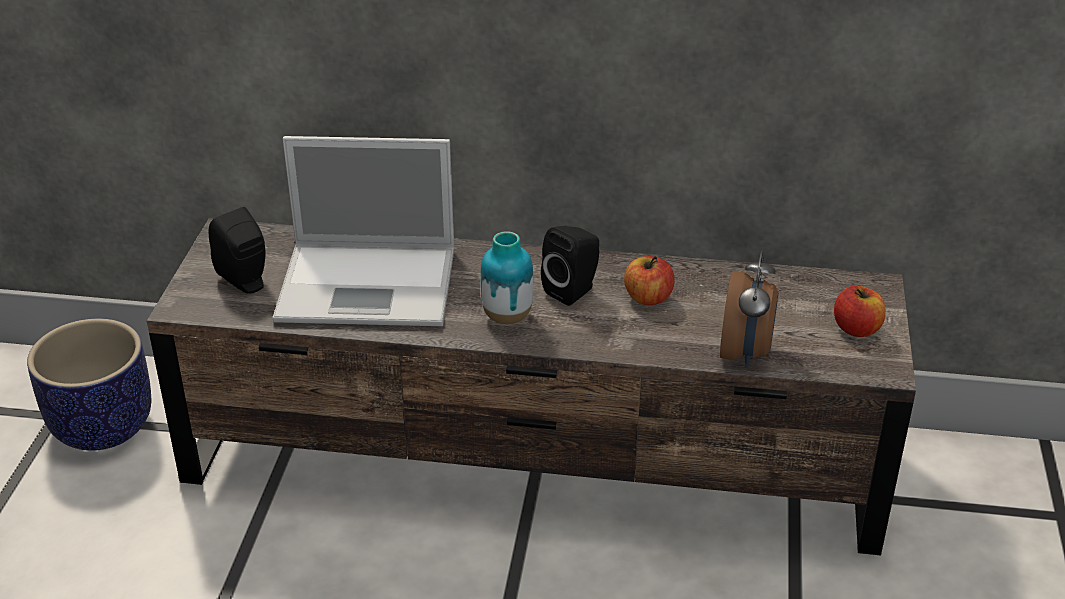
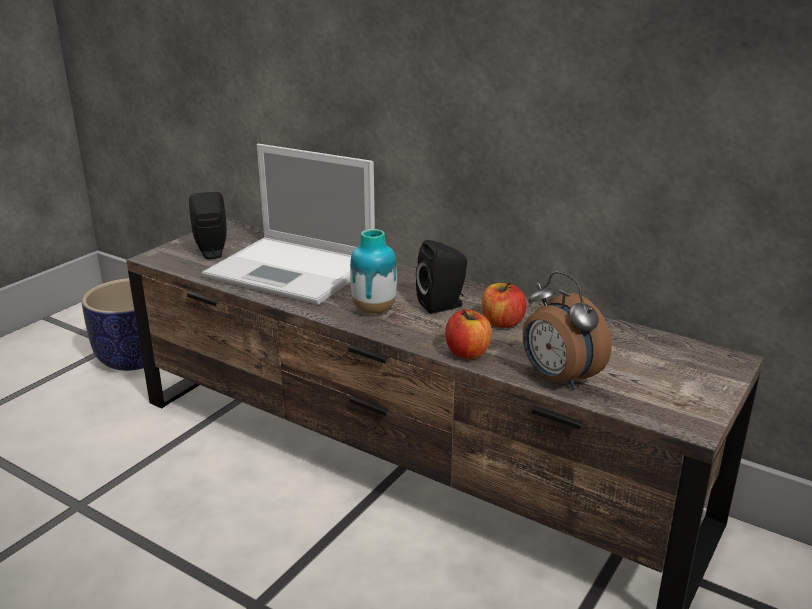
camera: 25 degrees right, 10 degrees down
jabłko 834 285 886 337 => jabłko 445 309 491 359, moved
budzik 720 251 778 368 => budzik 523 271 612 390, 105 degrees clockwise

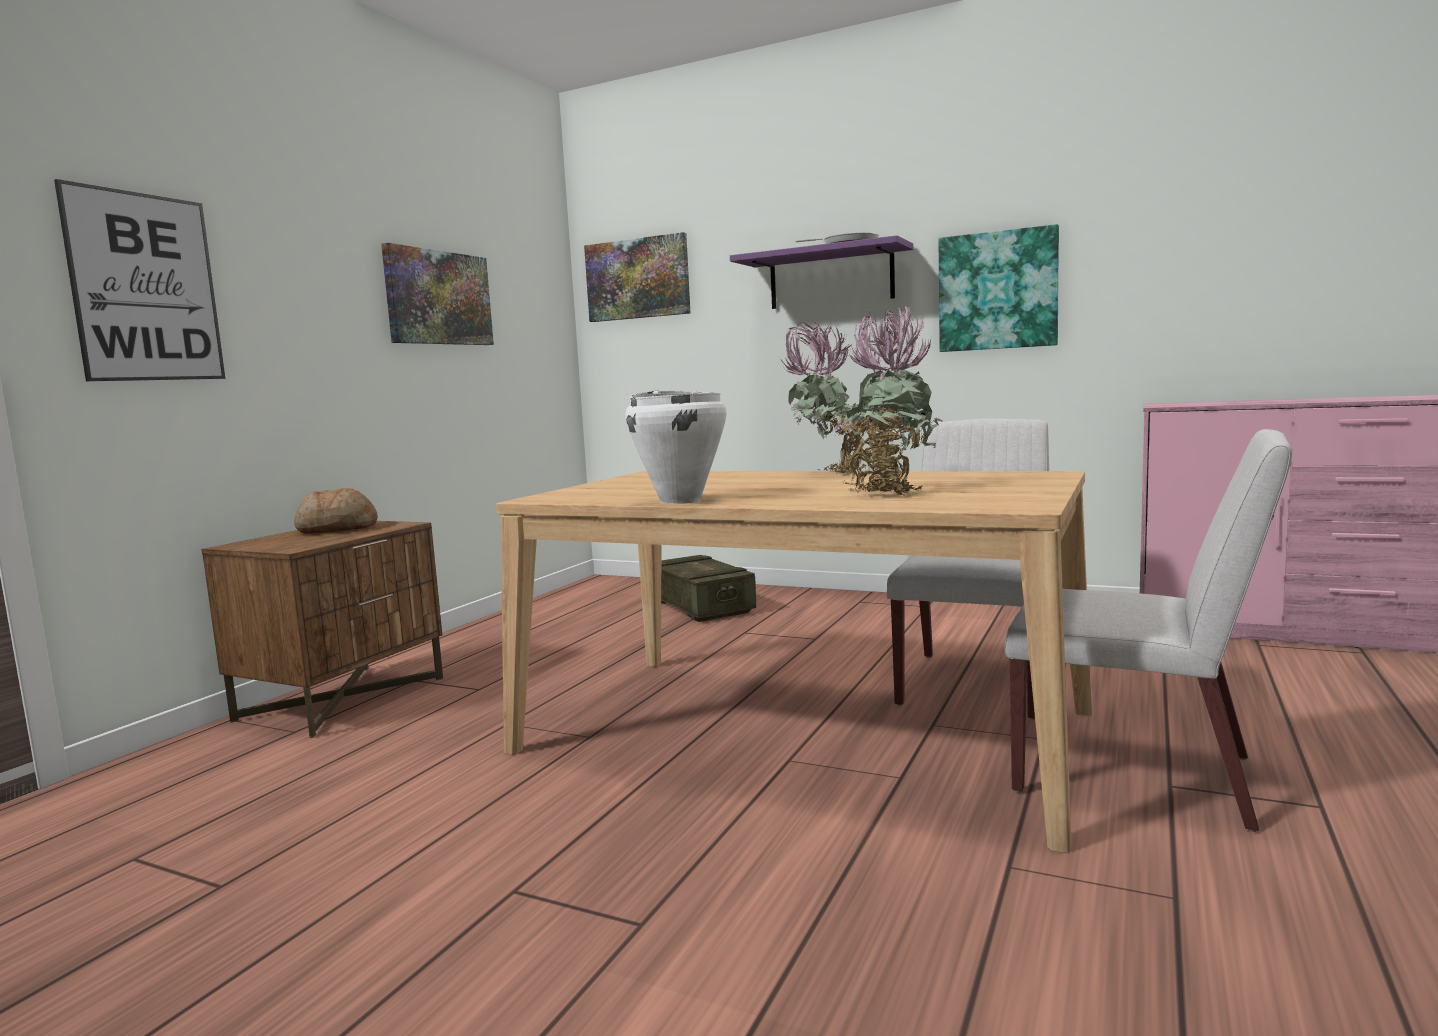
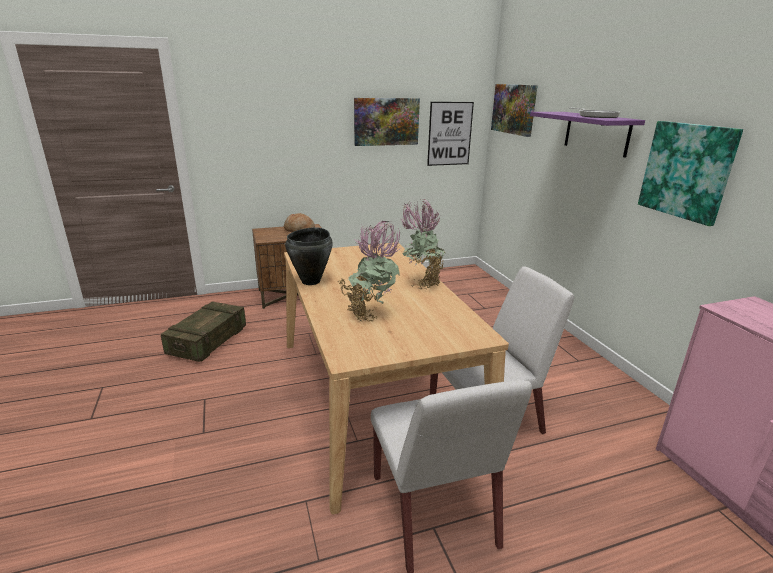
camera: 45 degrees right, 15 degrees up
obraz 54 179 225 381 => obraz 427 102 474 166, moved
skrzynka 661 555 756 622 => skrzynka 161 301 246 362, moved
garnek (biały) 625 390 726 504 => garnek (czarny) 285 227 333 285

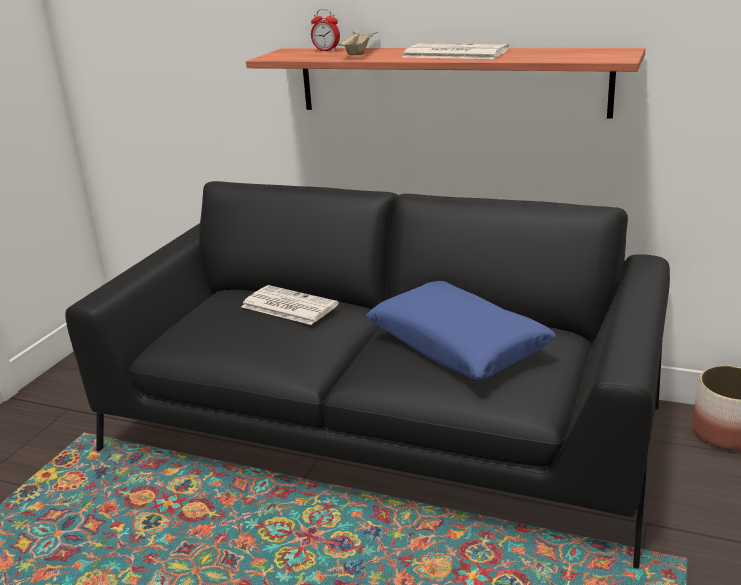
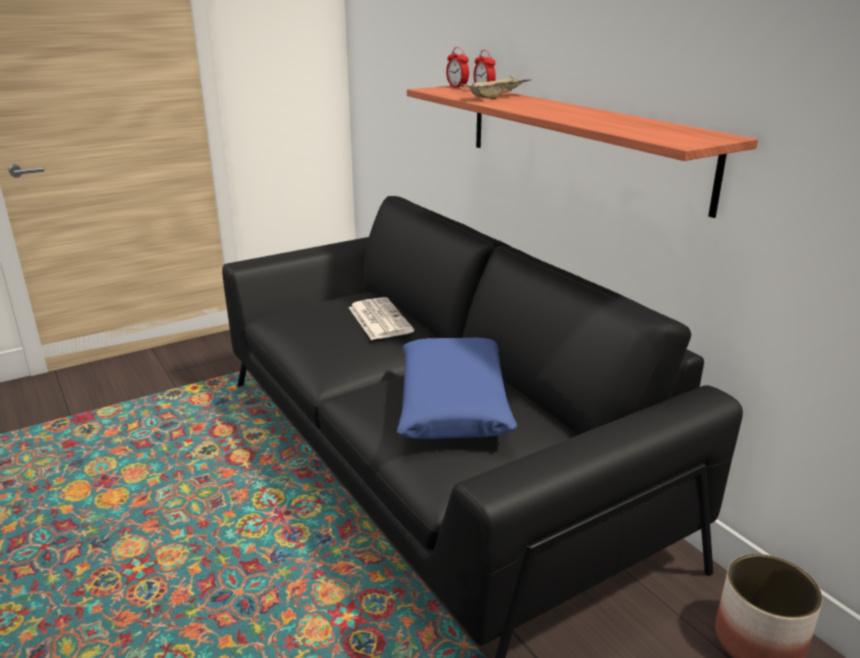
camera: 35 degrees right, 0 degrees up
gazeta 403 43 509 59 => nothing
nothing => budzik 446 47 469 89

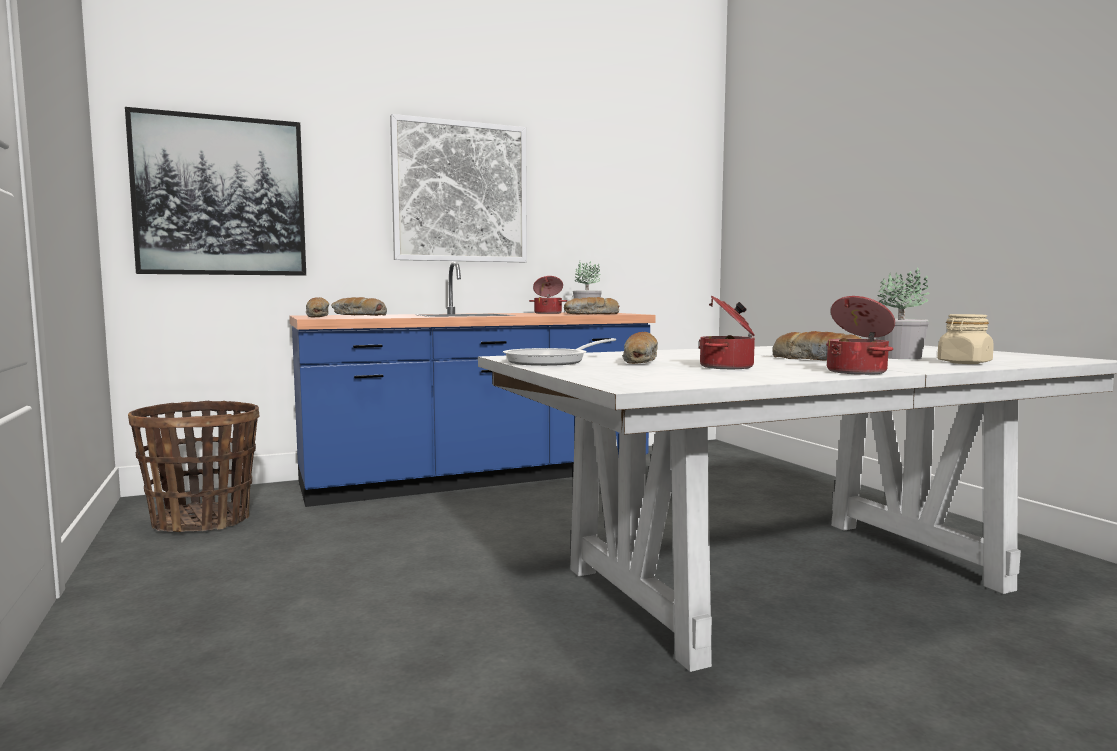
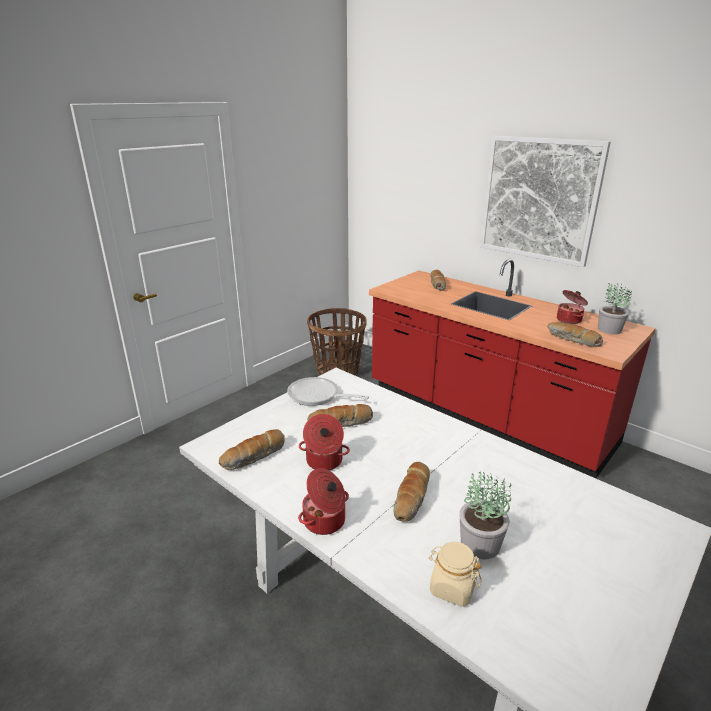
camera: 65 degrees right, 20 degrees up
obraz 125 107 306 276 => nothing
chleb 306 297 329 317 => chleb 219 429 285 470, moved
zabudowa kuchenna (niebieski) 289 261 656 507 => zabudowa kuchenna (czerwony) 369 259 656 478

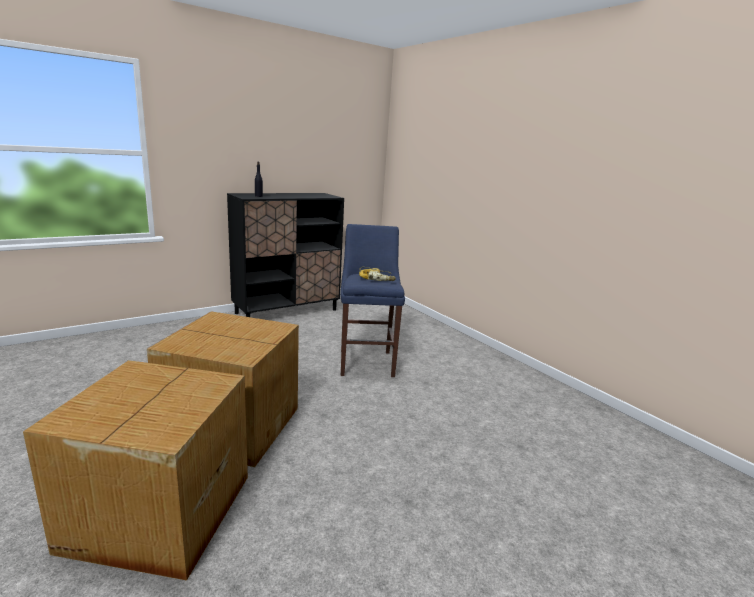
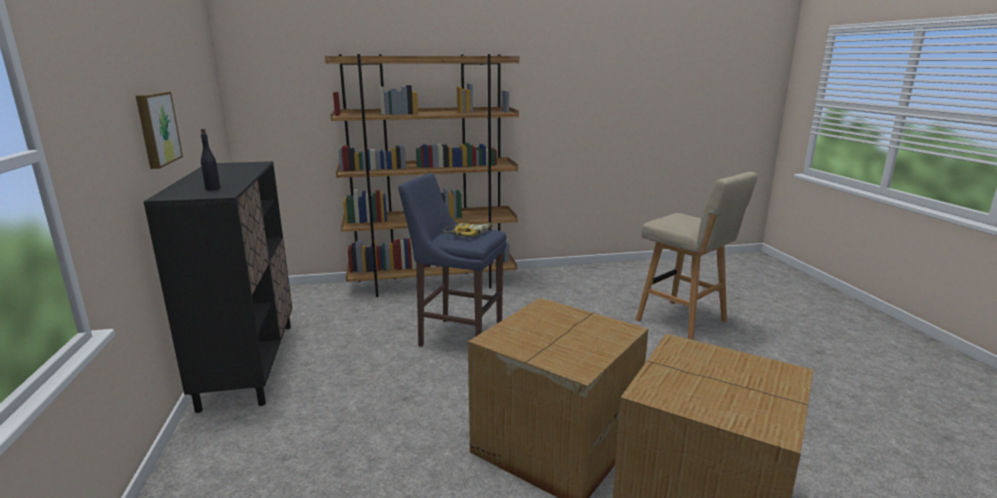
camera: 65 degrees left, 0 degrees up
nothing => obraz 136 92 183 169
nothing => regał (brązowy) 325 54 519 297
nothing => stołek (beżowy) 636 172 757 340

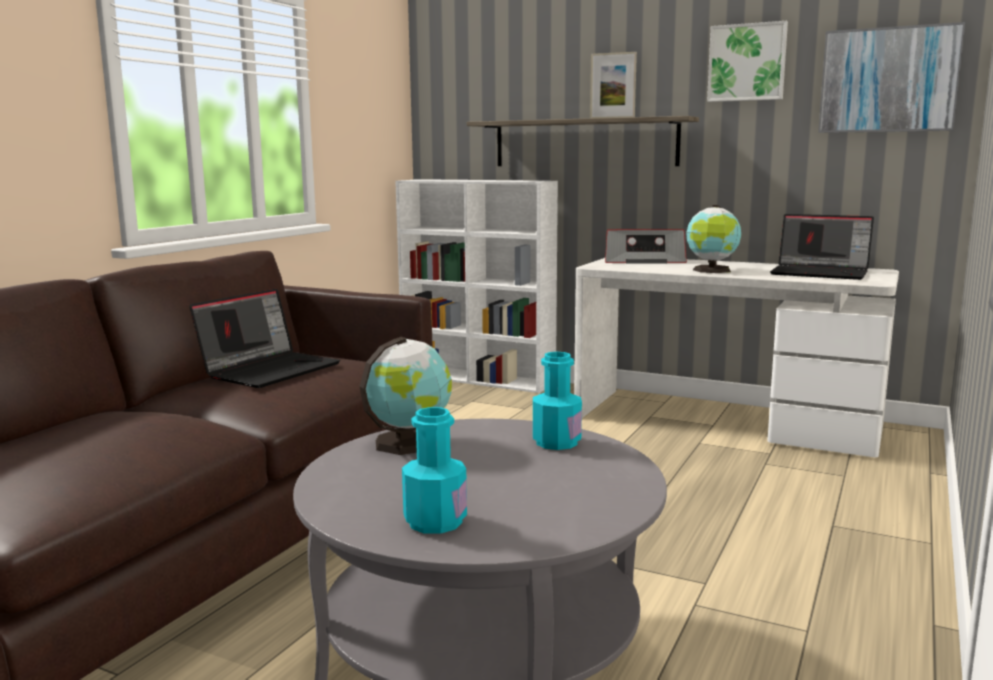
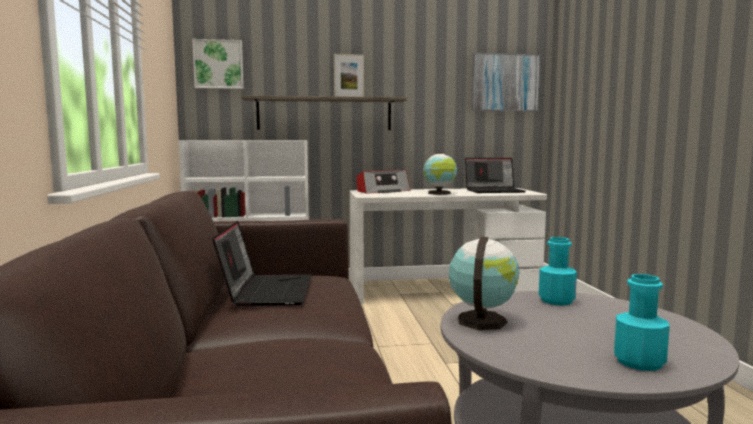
camera: 35 degrees left, 5 degrees down
obraz 707 21 788 102 => obraz 192 39 244 89, moved

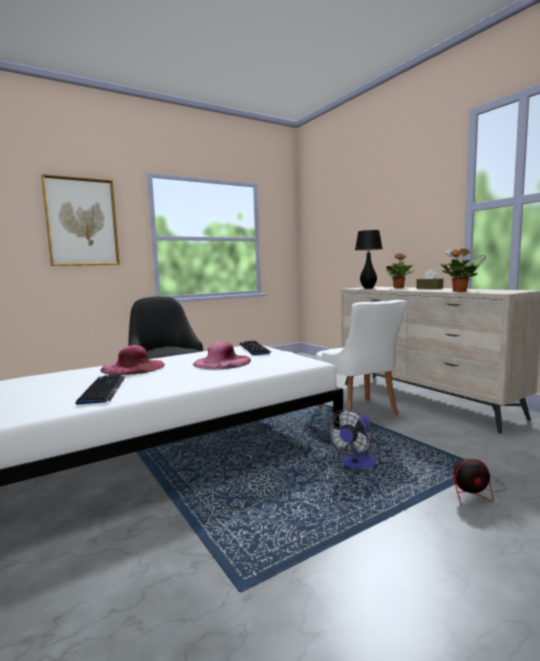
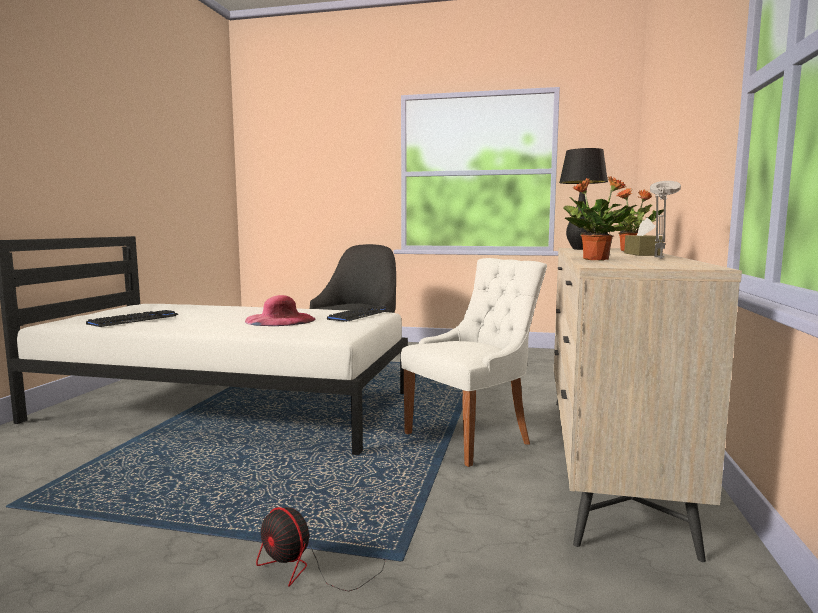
camera: 45 degrees right, 0 degrees up
obraz 41 174 120 266 => nothing
kapelusz (różowy) 100 345 165 375 => nothing
wentylator 328 409 375 469 => nothing
krzesło (biały) 315 300 407 415 => krzesło (biały) 401 258 547 467, 150 degrees counterclockwise

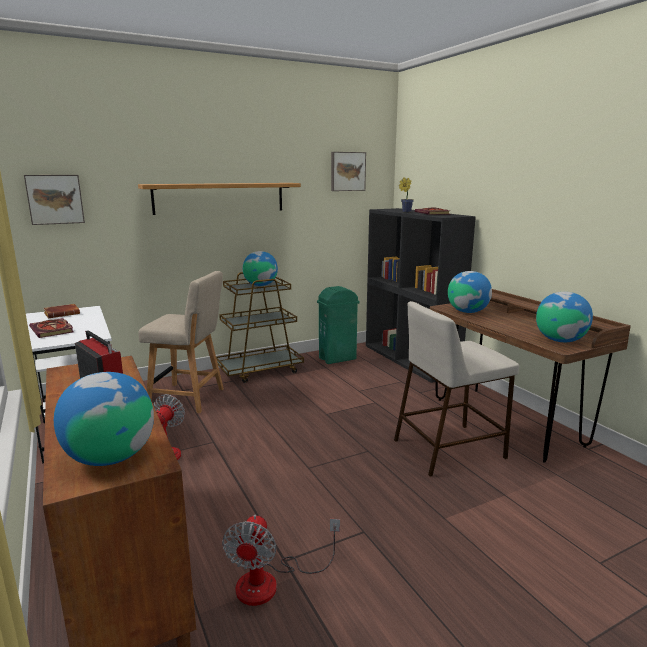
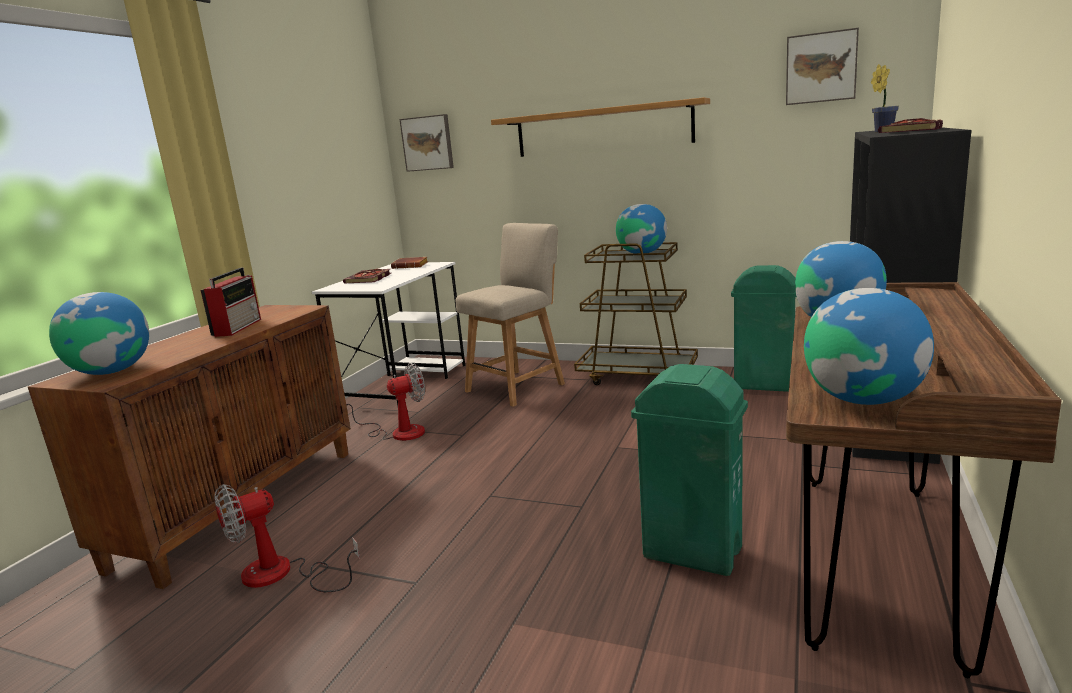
camera: 50 degrees right, 0 degrees up
stołek (beżowy) 394 301 519 477 => kosz na śmieci (zielony) 631 364 748 576
krzesło (beżowy) 138 271 224 413 => krzesło (beżowy) 456 223 565 407, 105 degrees counterclockwise

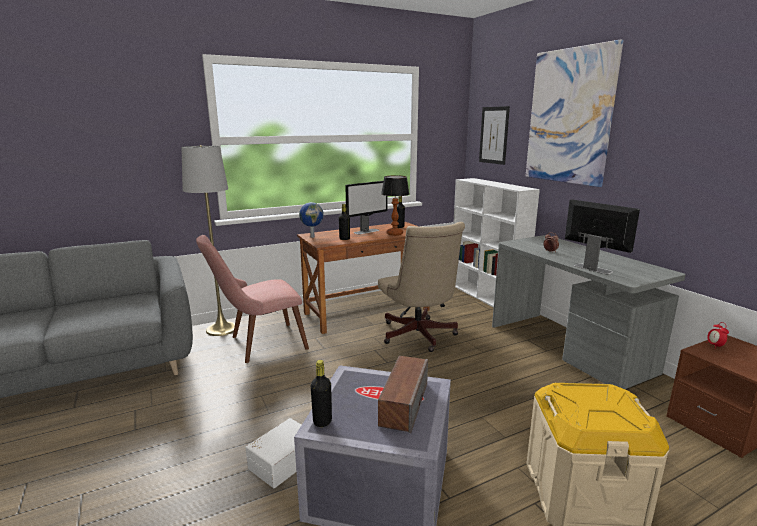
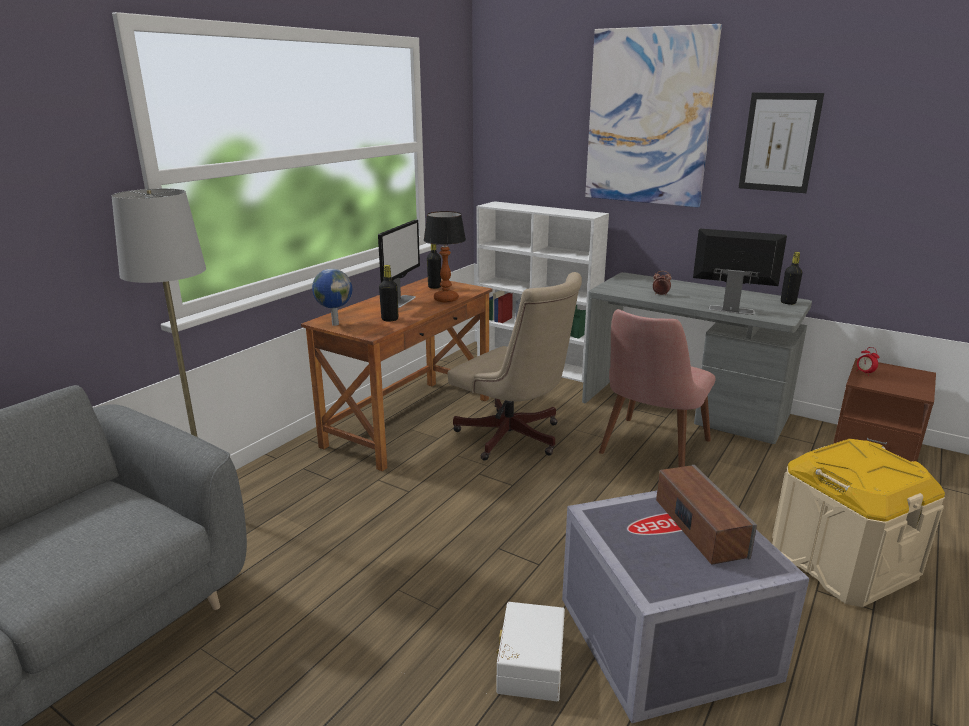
camera: 30 degrees left, 5 degrees up
krzesło (różowy) 196 235 309 363 => krzesło (różowy) 599 309 716 467, moved
butelka (czarny) 311 360 332 427 => butelka (czarny) 781 252 802 305, moved
obraz 479 106 510 165 => obraz 739 93 824 193, moved

